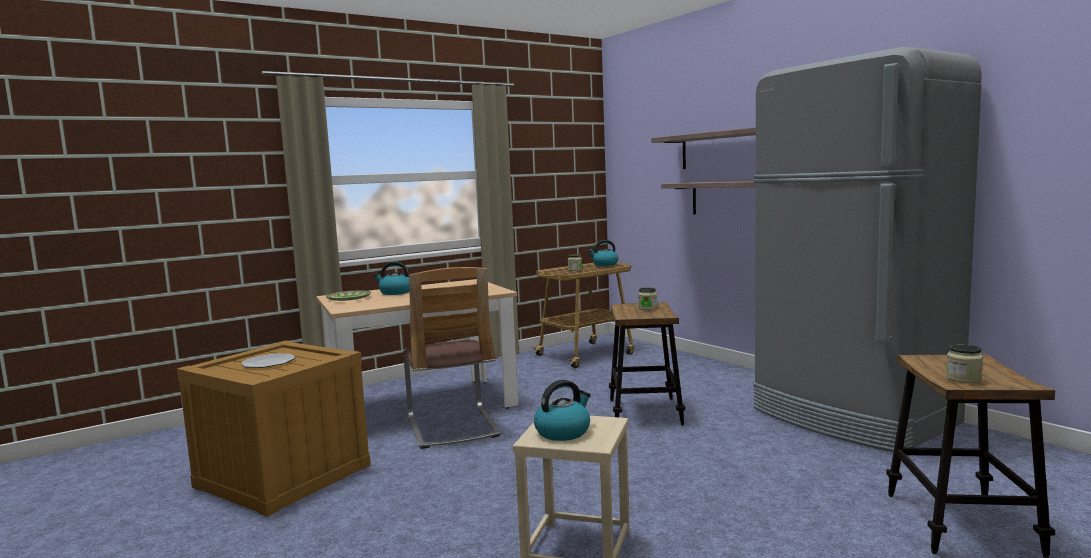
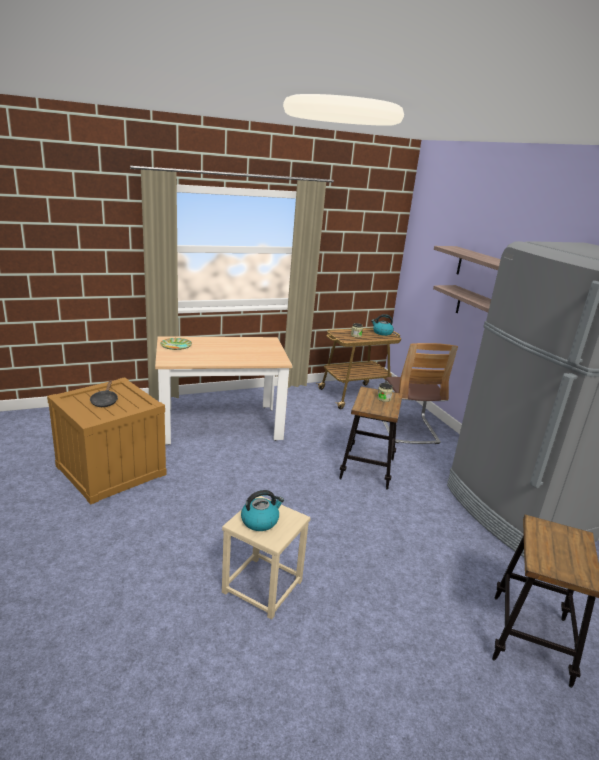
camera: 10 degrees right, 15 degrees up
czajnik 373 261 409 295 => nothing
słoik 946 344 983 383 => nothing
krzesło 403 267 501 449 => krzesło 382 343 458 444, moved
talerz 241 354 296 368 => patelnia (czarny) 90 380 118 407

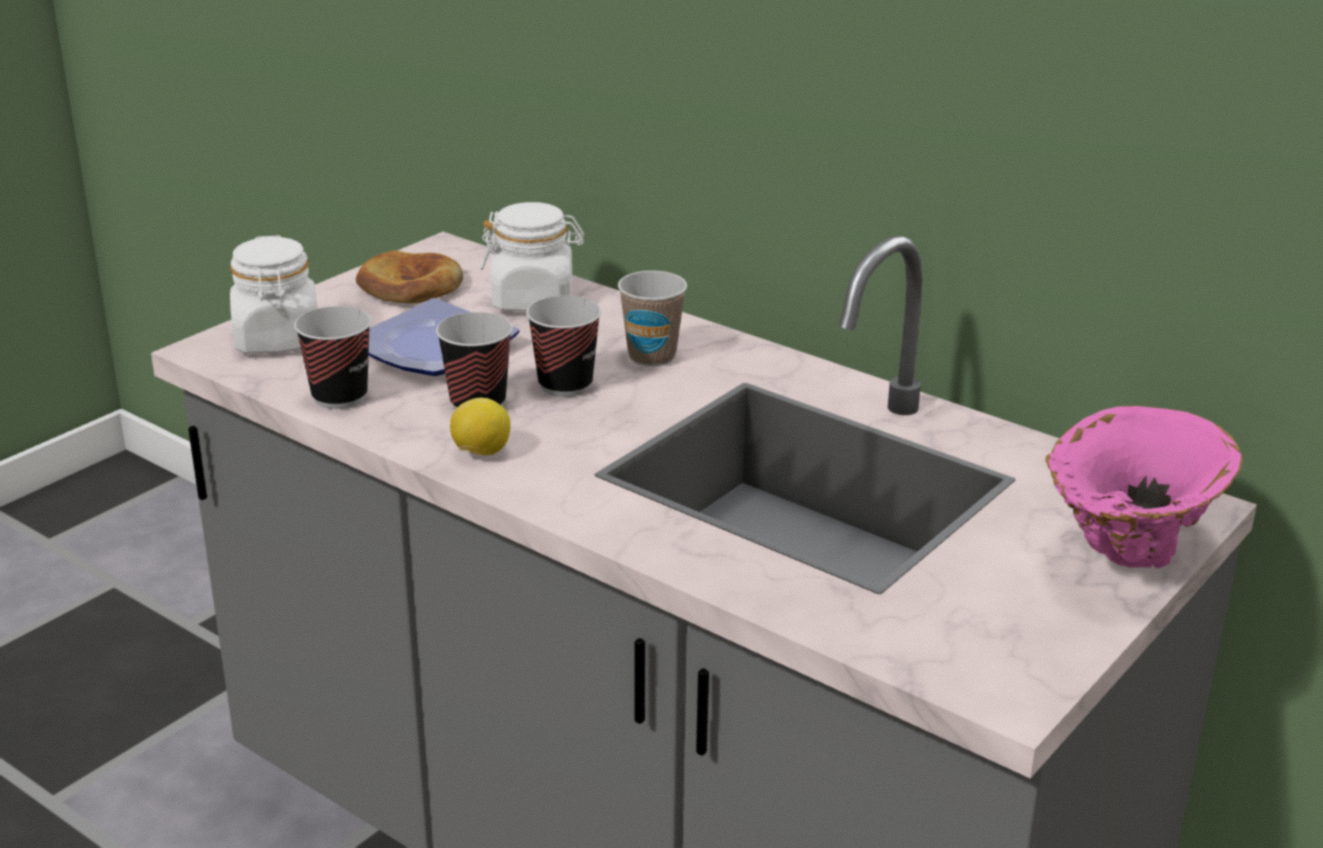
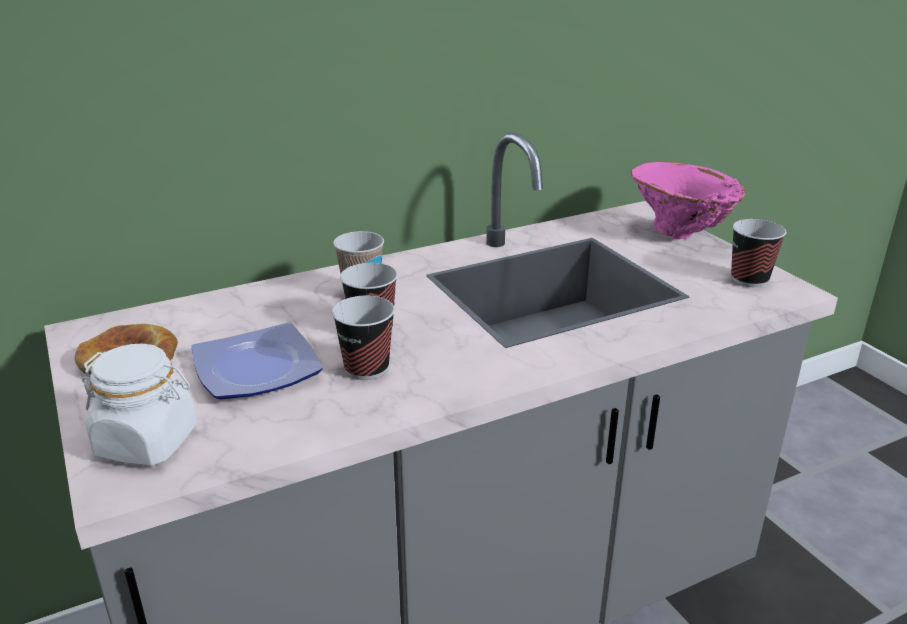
camera: 65 degrees left, 0 degrees up
cytryna 450 398 511 456 => nothing
słoik (biały) 480 202 584 312 => nothing
filiżanka 294 306 371 409 => filiżanka 731 219 786 287, moved

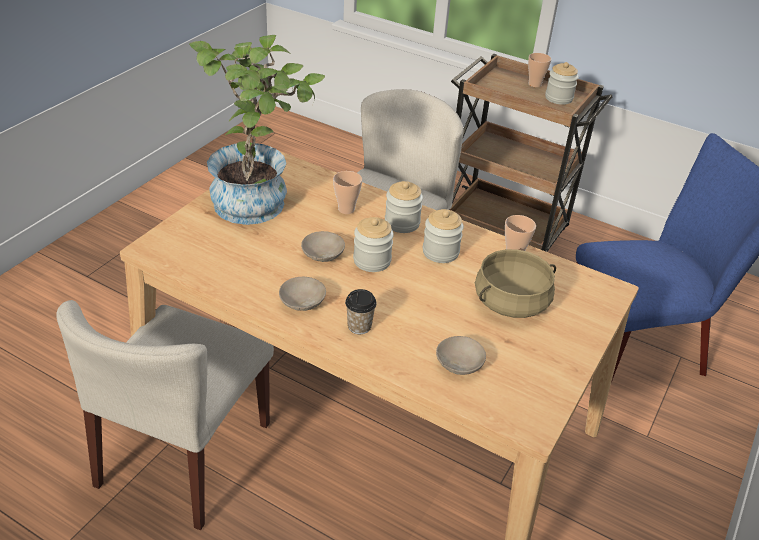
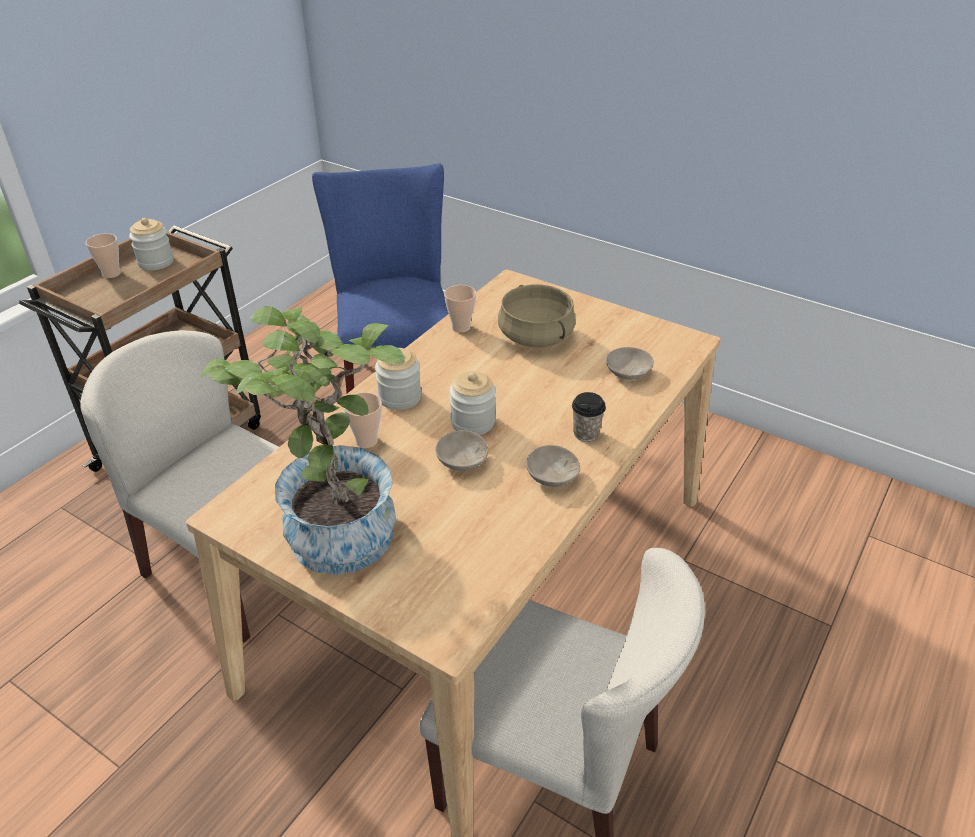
camera: 85 degrees left, 0 degrees up
słoik 423 209 464 263 => nothing

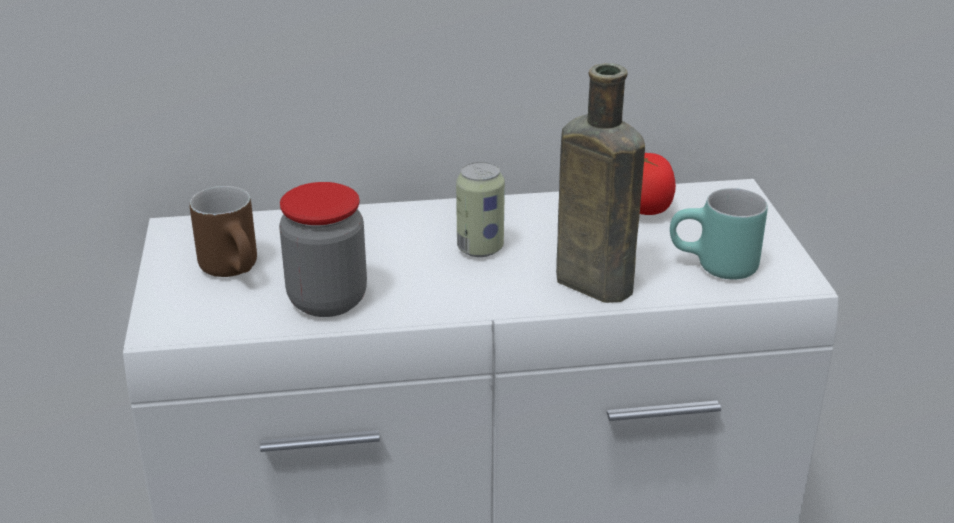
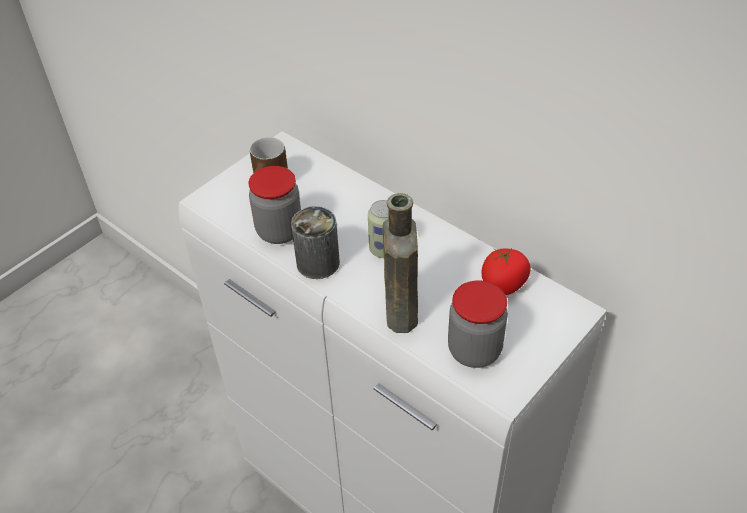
camera: 50 degrees right, 15 degrees up
nothing => puszka 291 206 340 279
kubek (turkusowy) 670 188 768 280 => słoik 448 281 508 368

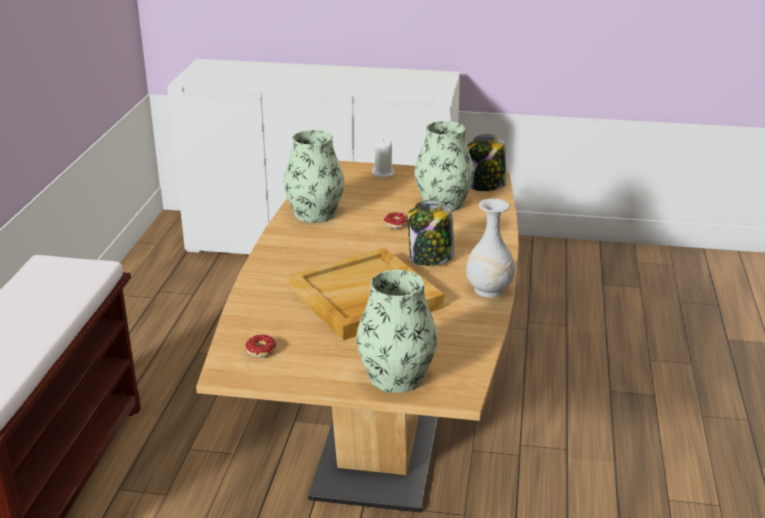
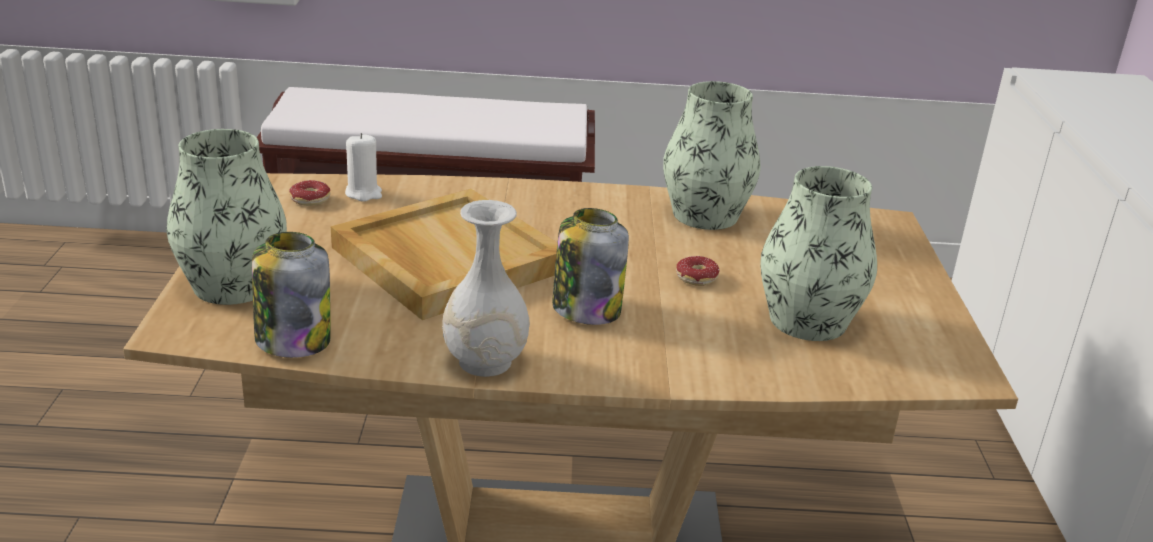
camera: 80 degrees right, 0 degrees up
świeca (biały) 372 138 395 177 => świeca (biały) 345 133 382 202, moved
słoik 467 134 506 191 => słoik 252 232 331 358, moved

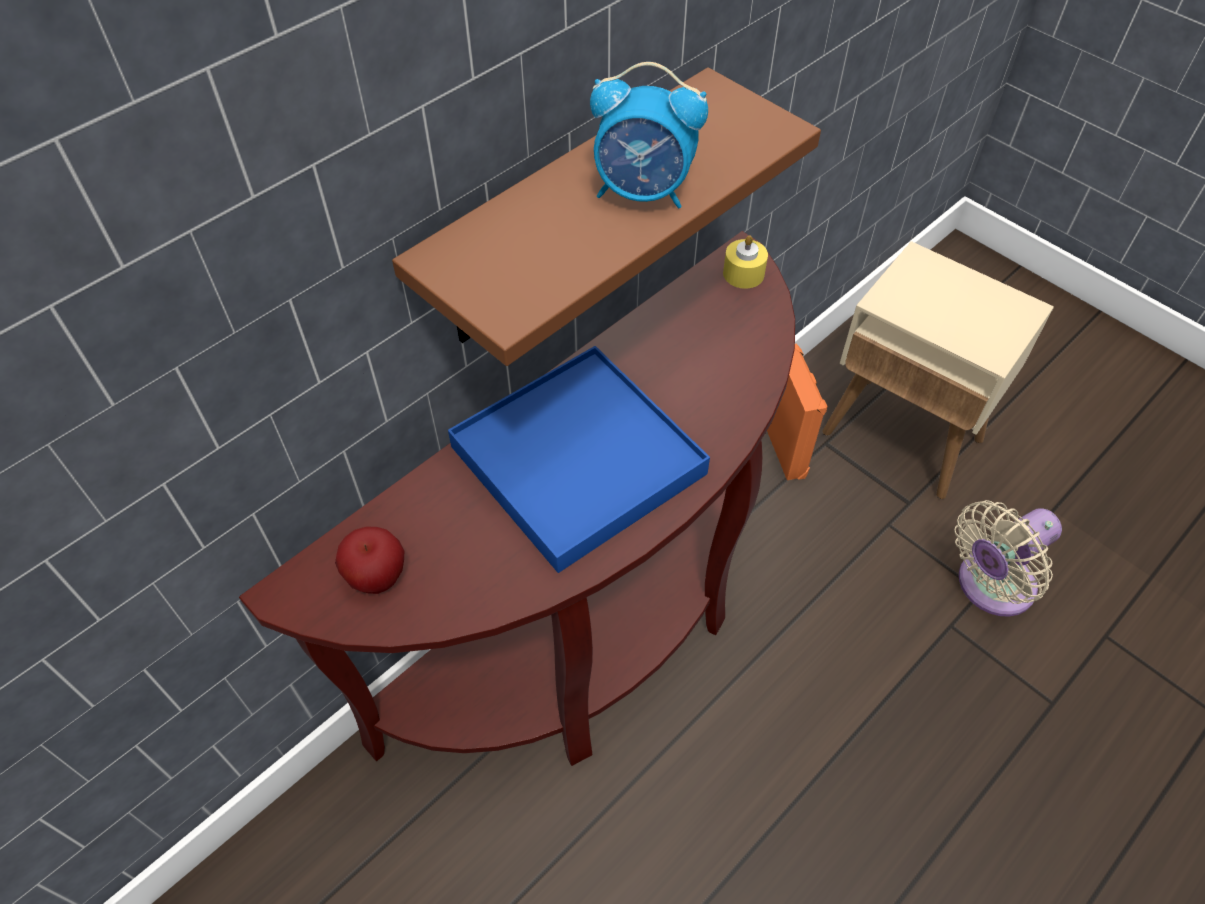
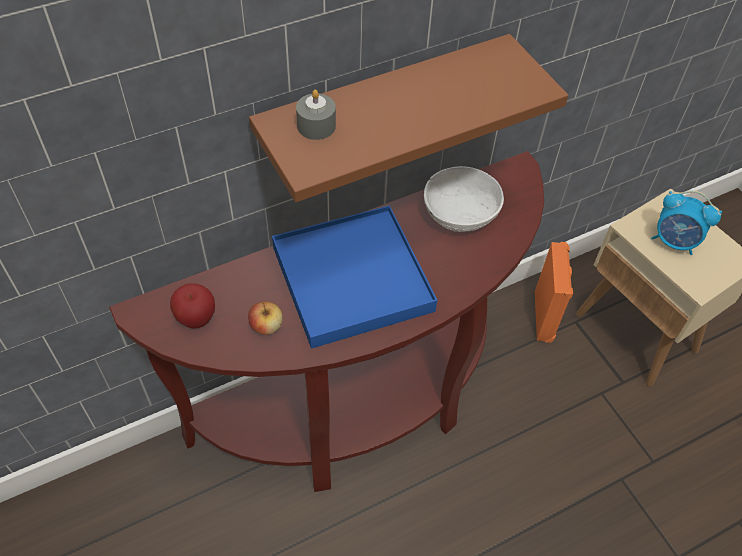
camera: 15 degrees right, 0 degrees up
świeca (żółty) 723 235 768 289 => nothing
wentylator (beżowy) 954 500 1062 617 => nothing
nothing => jabłko 248 301 283 335
nothing => świeca (szary) 296 90 336 140
nothing => miska (biały) 424 166 504 232
budzik 590 62 708 208 => budzik 651 191 722 255, moved

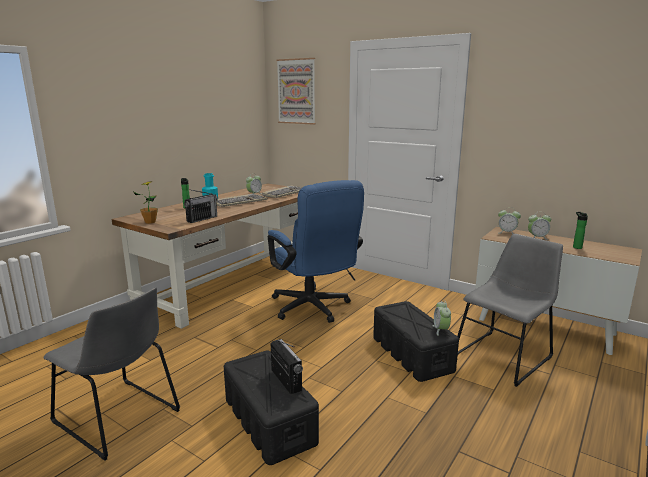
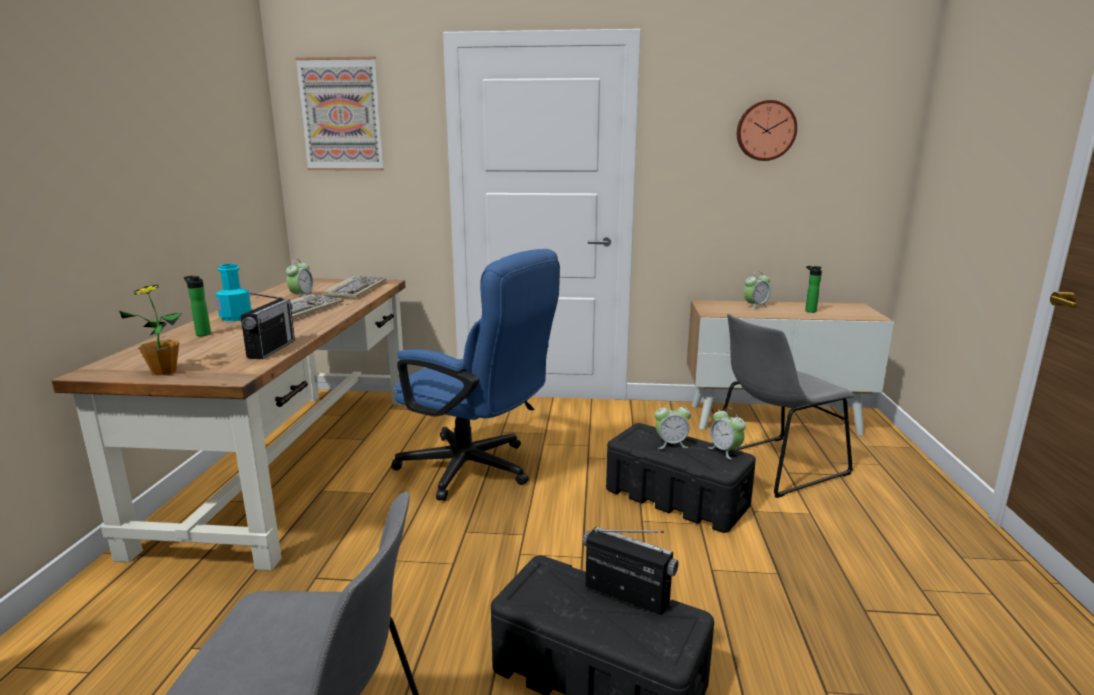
camera: 30 degrees left, 0 degrees up
nothing => zegar ścienny 737 100 797 161
budzik 498 207 521 234 => budzik 655 402 691 449, moved
krzesło (szary) 458 234 563 387 => krzesło (szary) 723 314 854 498, 135 degrees counterclockwise

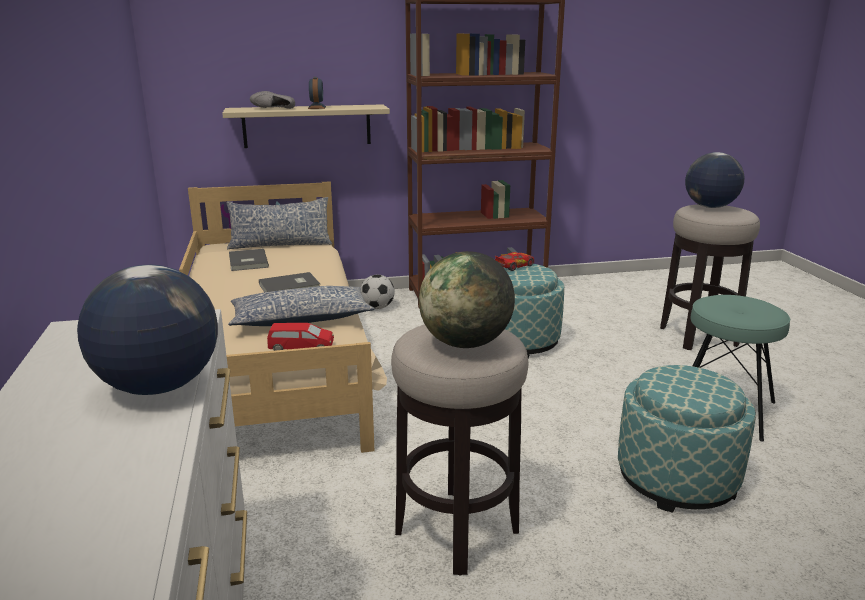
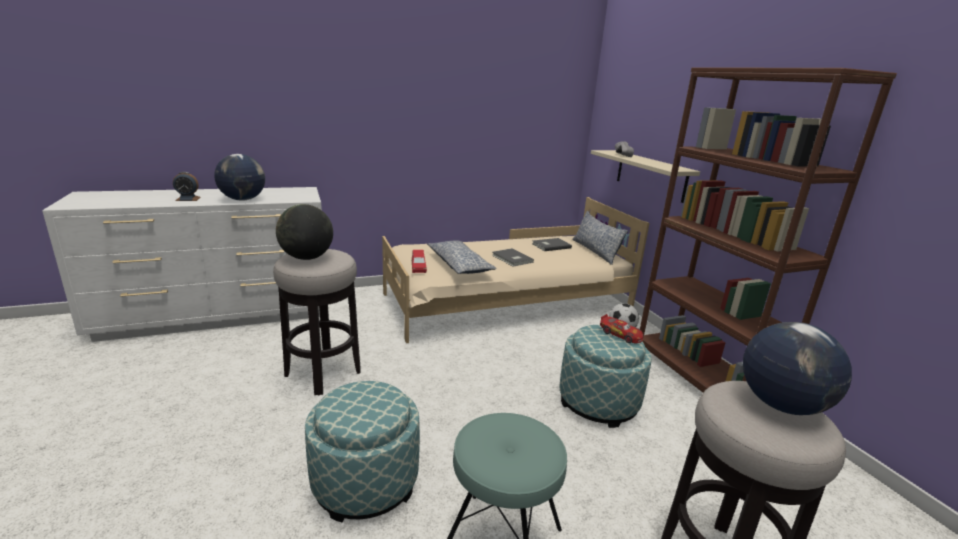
camera: 80 degrees right, 0 degrees up
budzik 308 77 326 109 => budzik 173 172 201 201, moved

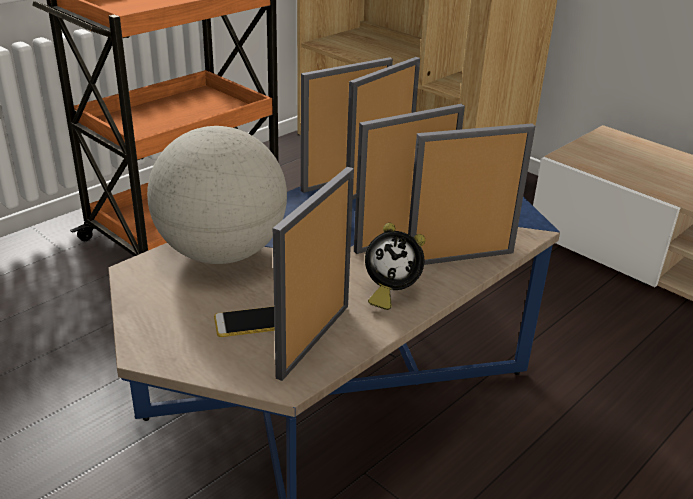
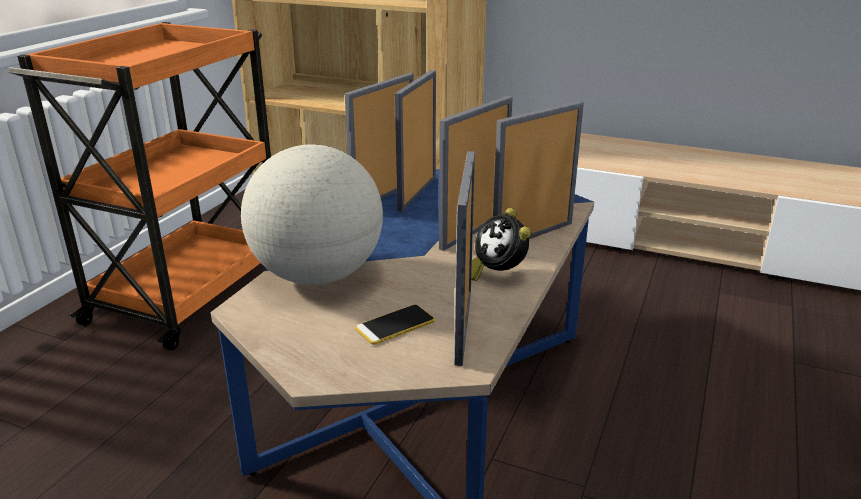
camera: 20 degrees left, 5 degrees down
budzik 365 223 425 310 => budzik 471 208 531 281, 75 degrees clockwise

